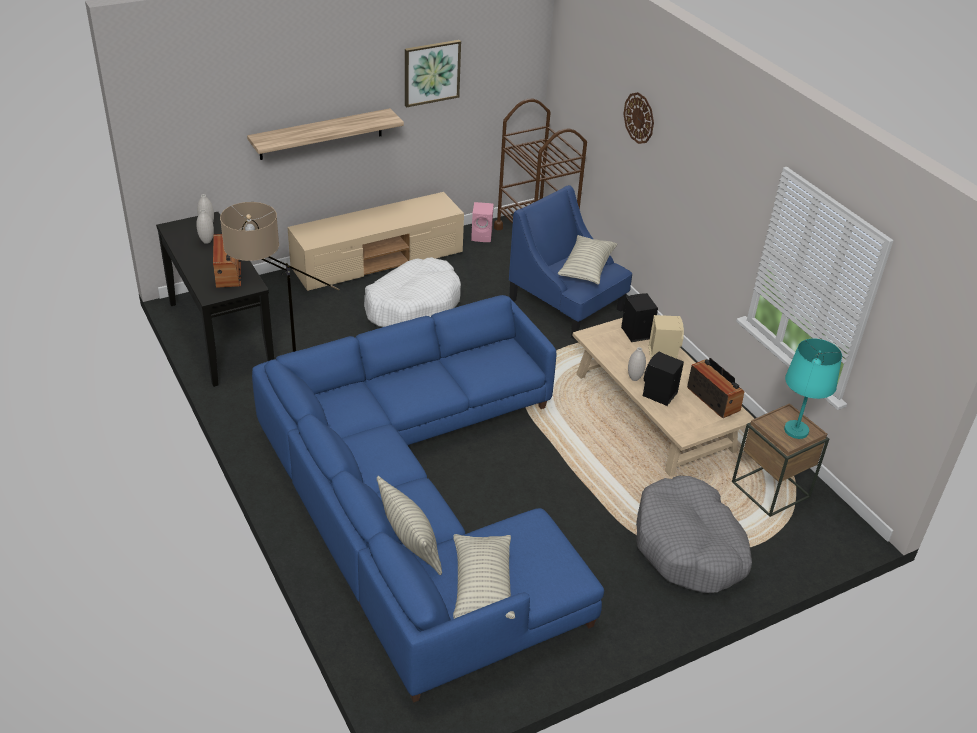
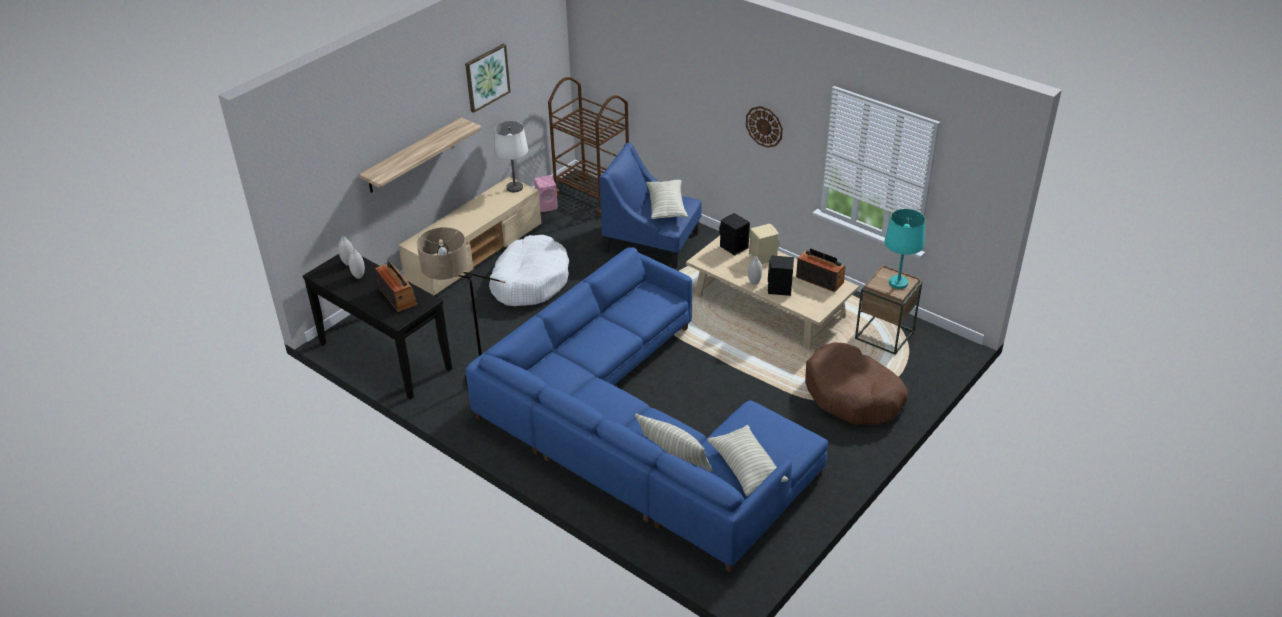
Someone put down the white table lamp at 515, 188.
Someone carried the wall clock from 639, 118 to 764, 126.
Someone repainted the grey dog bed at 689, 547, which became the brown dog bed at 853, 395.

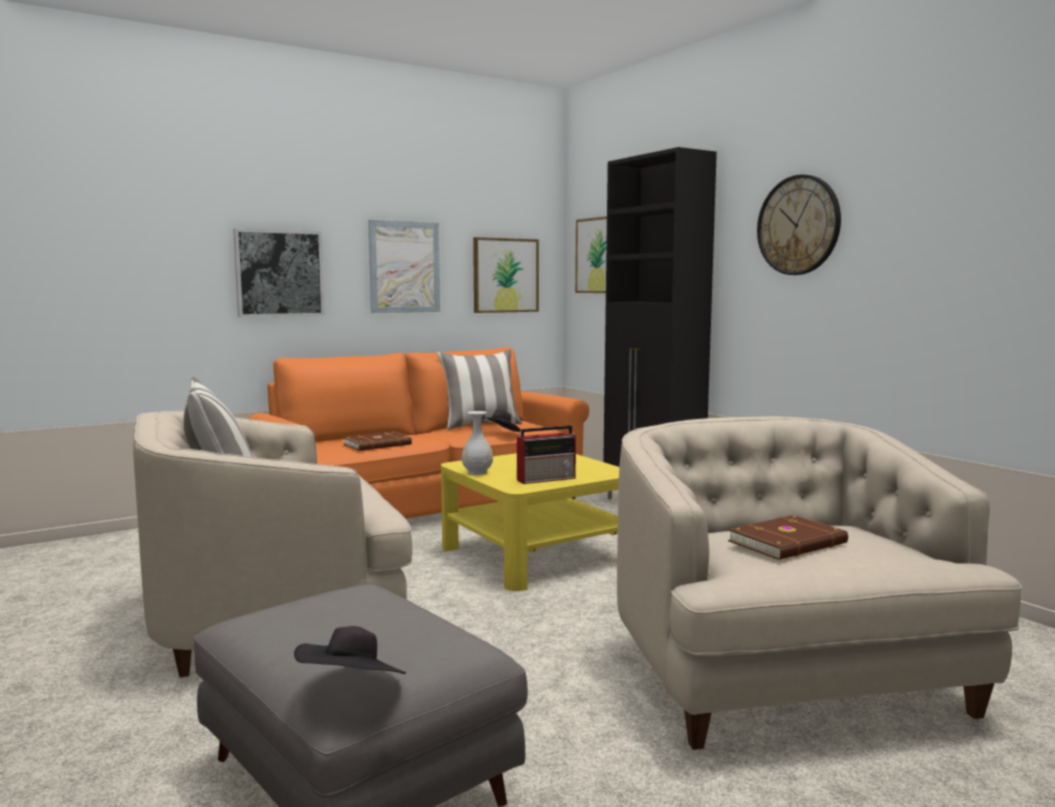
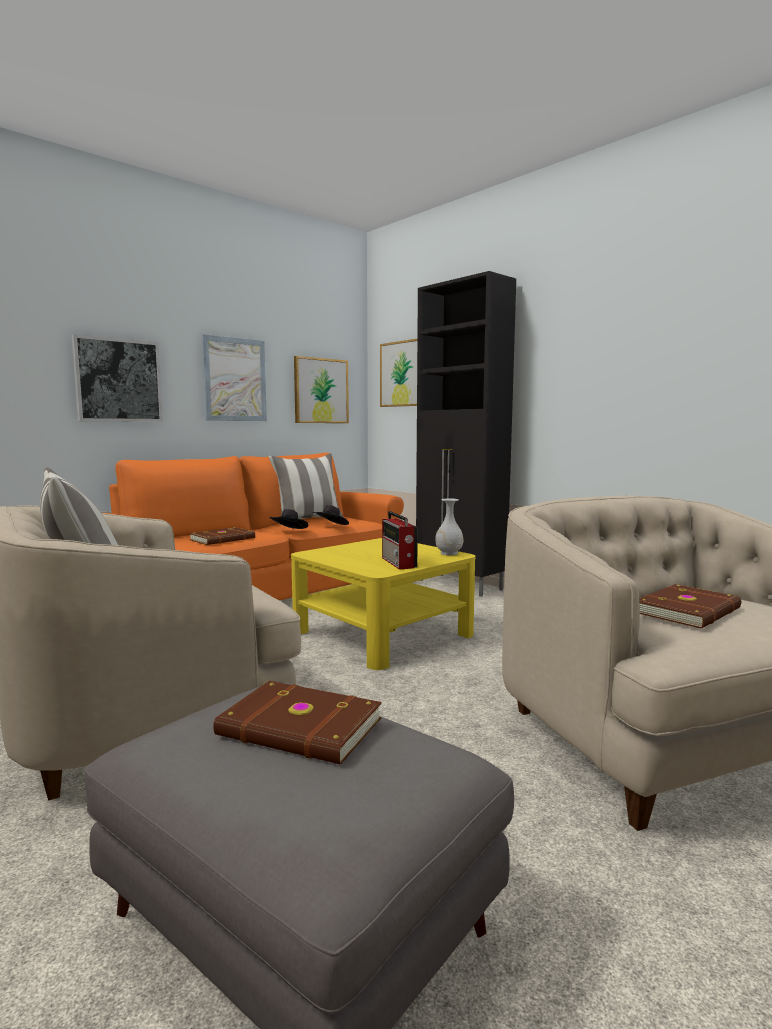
Someone put down the brown book at 299, 729.
Someone carried the black hat from 352, 688 to 289, 531.
Someone rotated the radio at 547, 479 by 105 degrees clockwise.
Someone carried the white vase from 477, 472 to 449, 553.
Someone took away the wall clock at 798, 225.

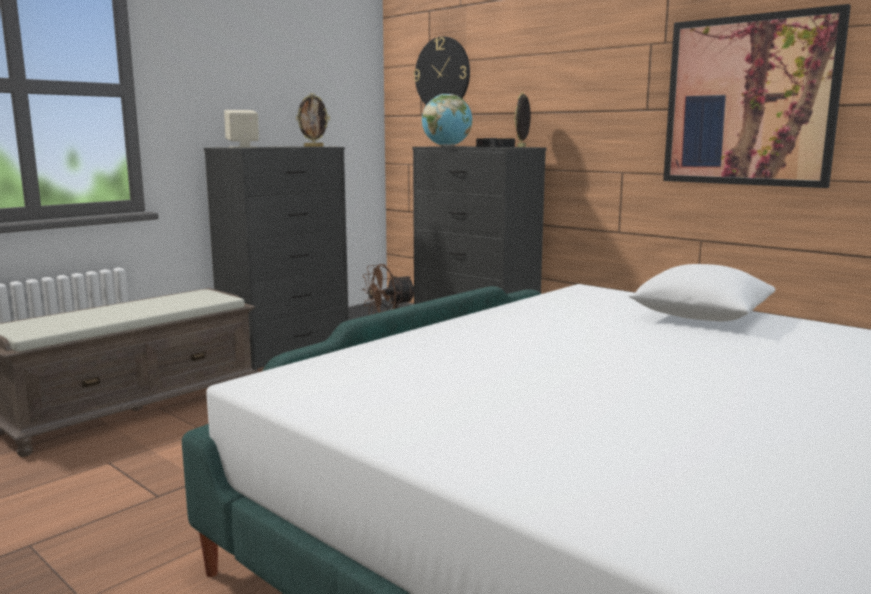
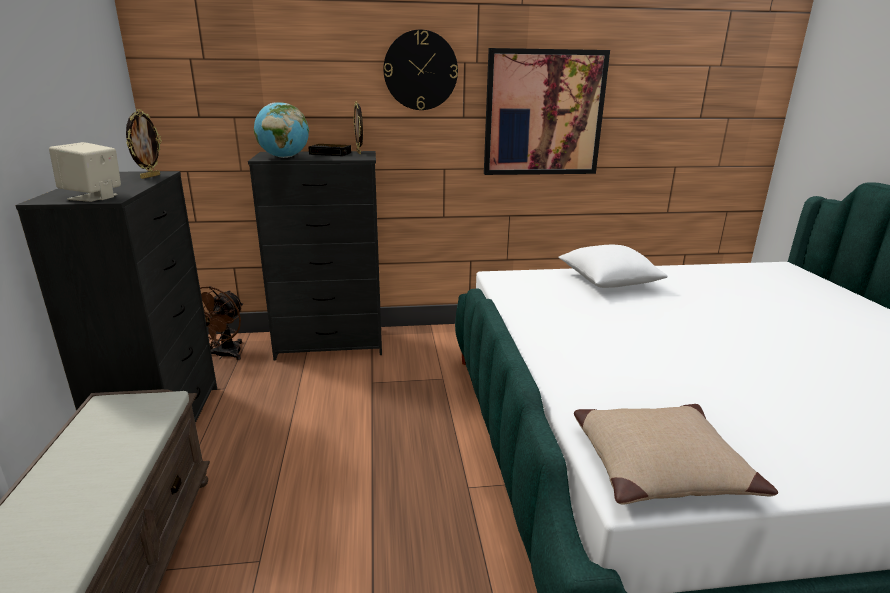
Someone carried the wall clock from 442, 74 to 420, 70.
Someone put down the beige pillow at 659, 466.

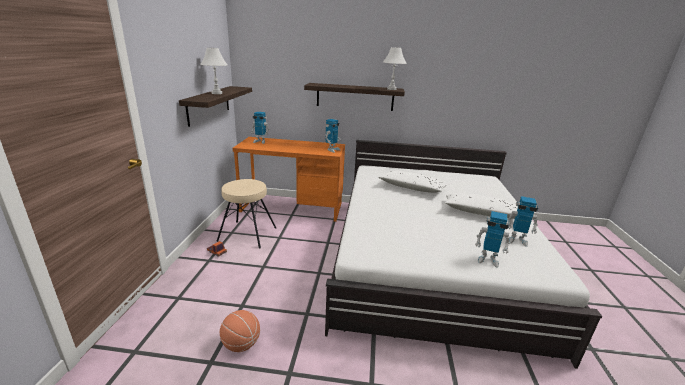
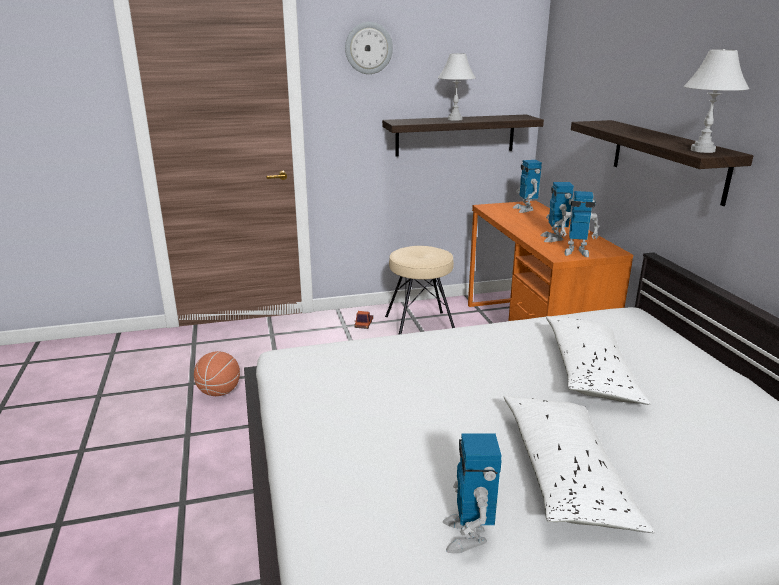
Someone put up the wall clock at 368, 48.
Someone carried the toy robot from 488, 259 to 554, 238.

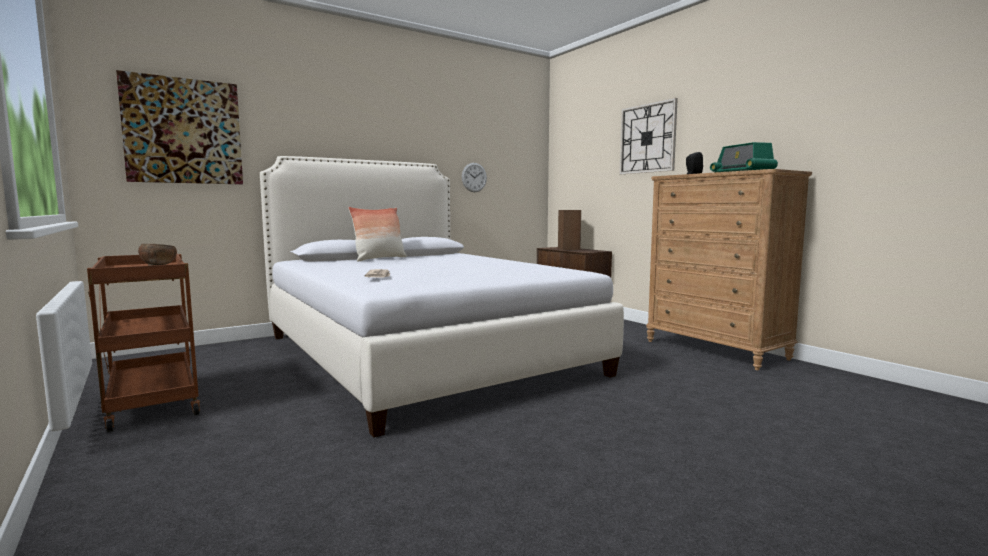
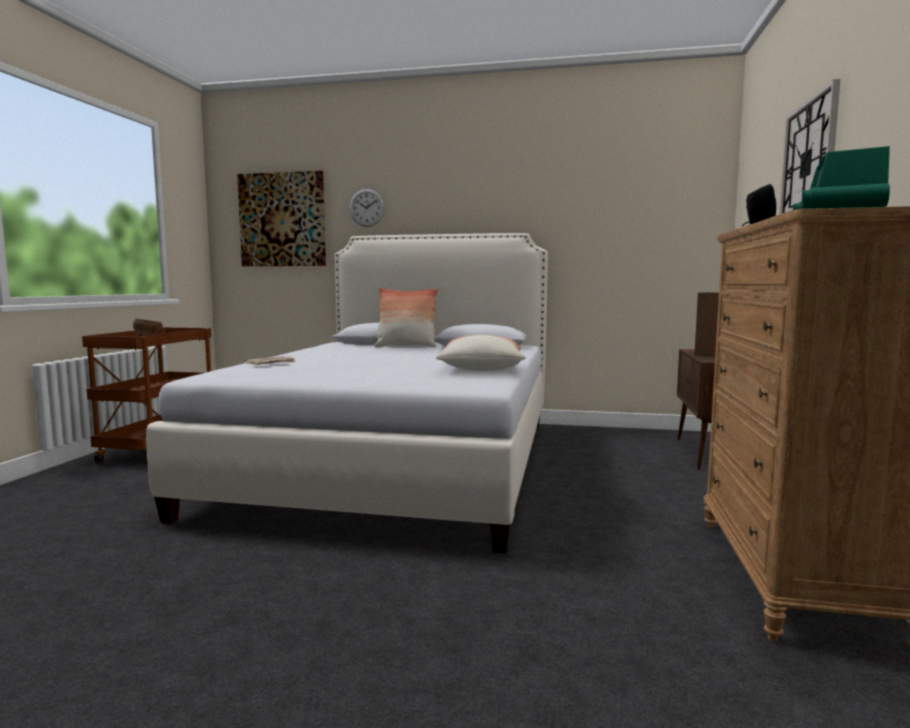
Someone carried the wall clock from 474, 177 to 367, 207.
Someone put down the pillow at 481, 368.

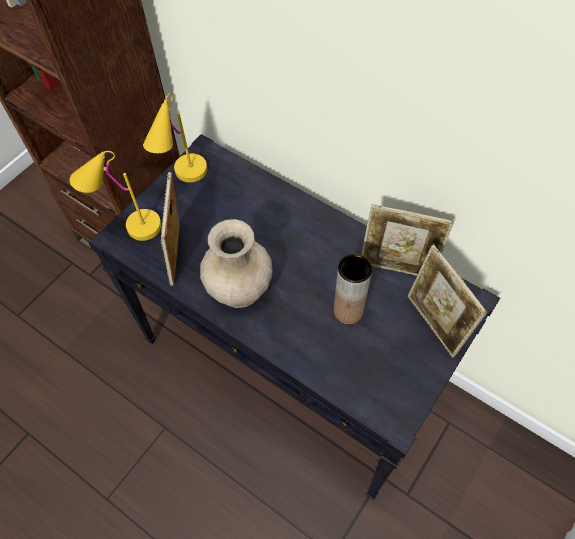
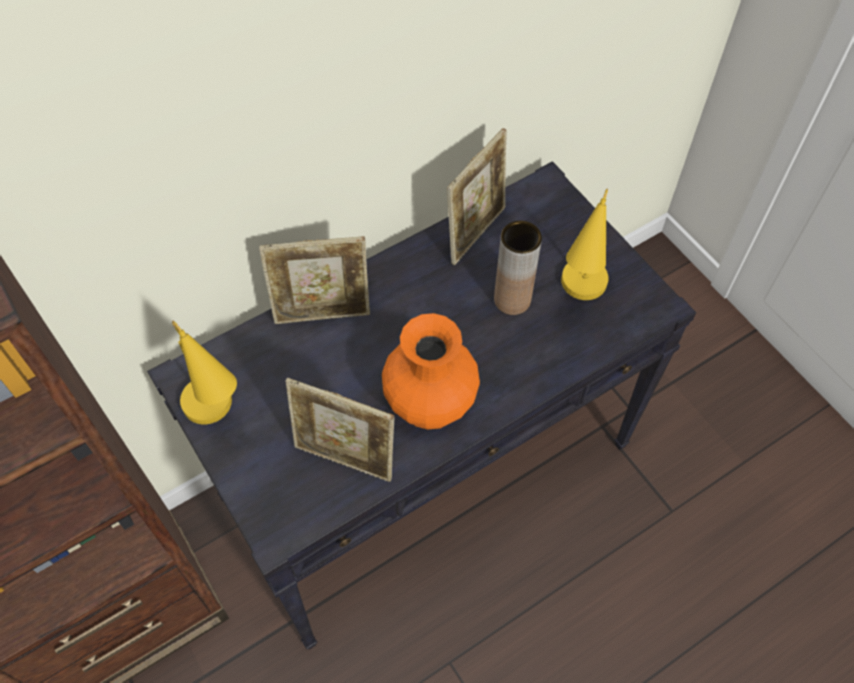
Someone carried the picture frame from 434, 324 to 323, 314.
Someone repainted the beige vase at 240, 288, which became the orange vase at 431, 401.
Someone carried the yellow table lamp from 128, 227 to 578, 298.

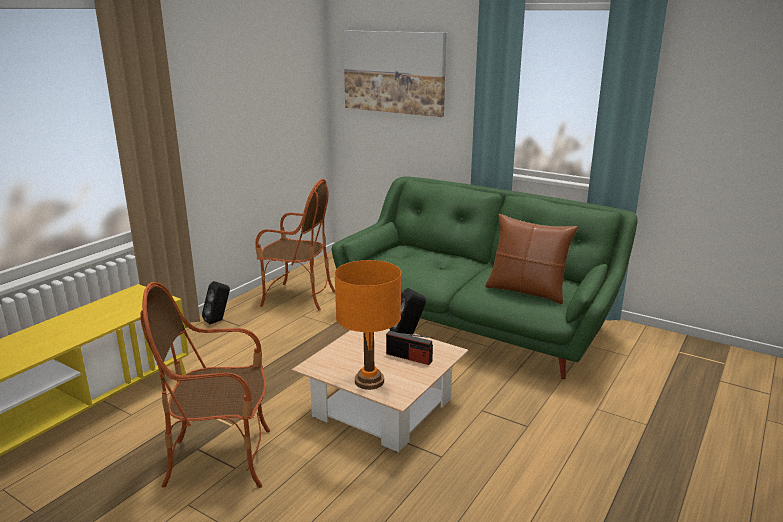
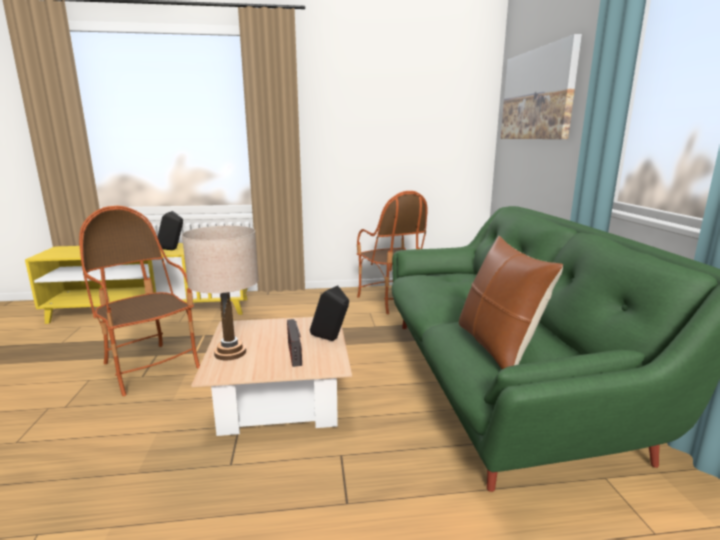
Someone carried the black speaker from 218, 320 to 173, 250.
Someone repainted the orange table lamp at 369, 381, which became the beige table lamp at 230, 353.

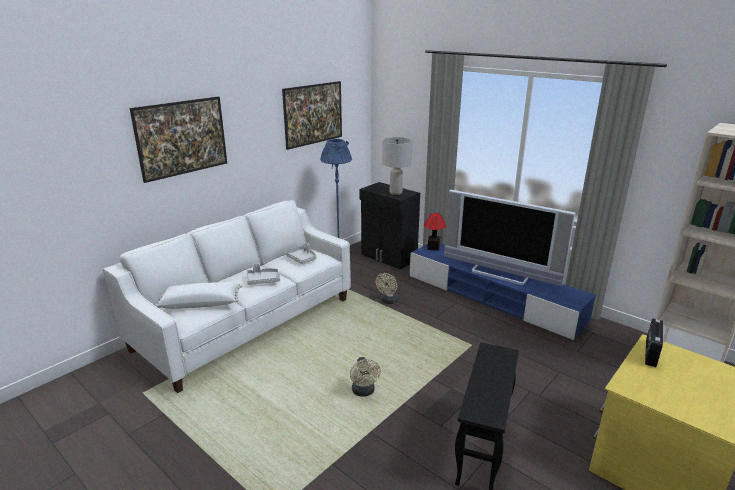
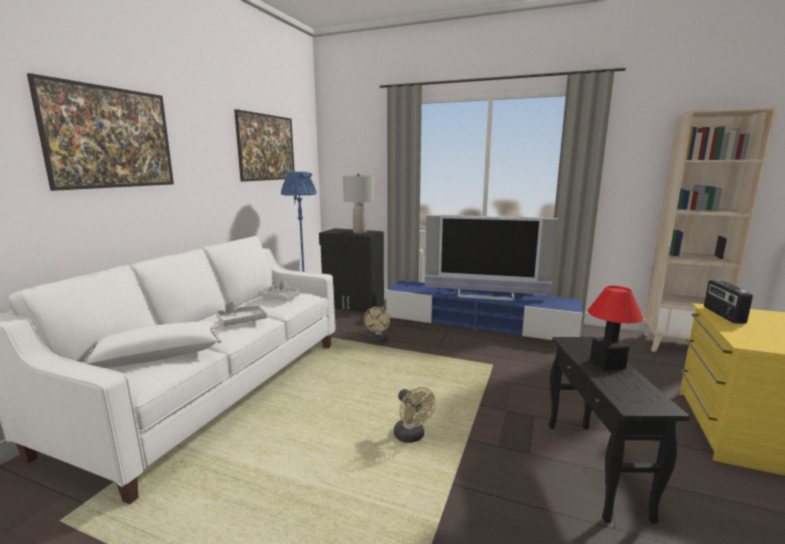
Someone carried the table lamp from 433, 248 to 608, 364.

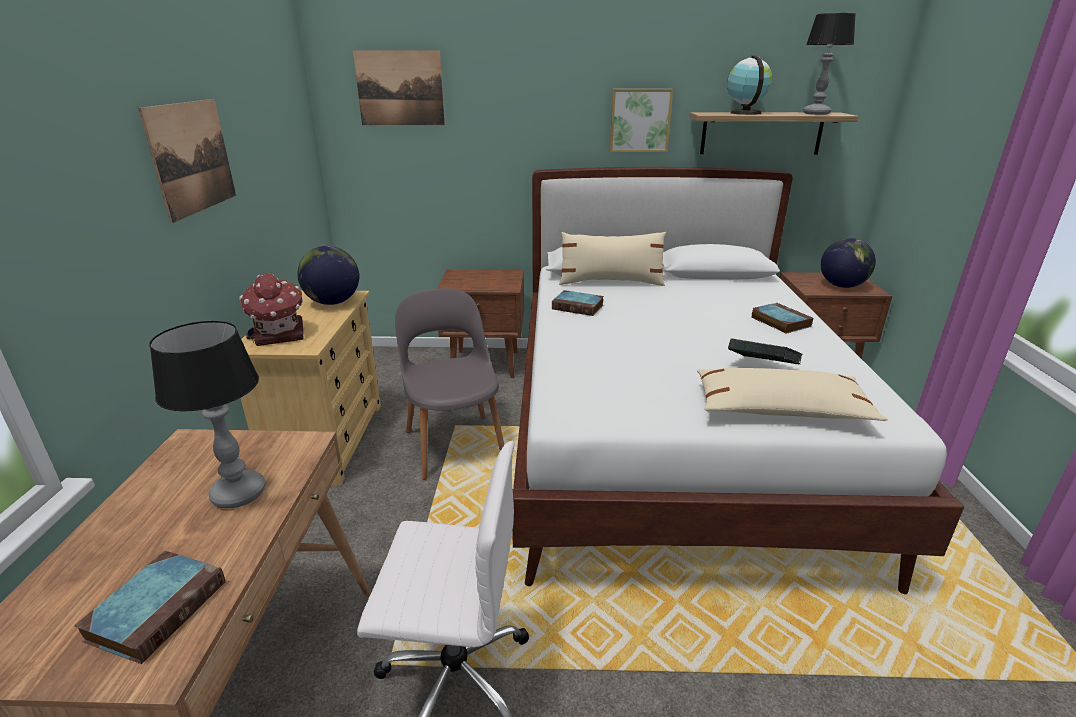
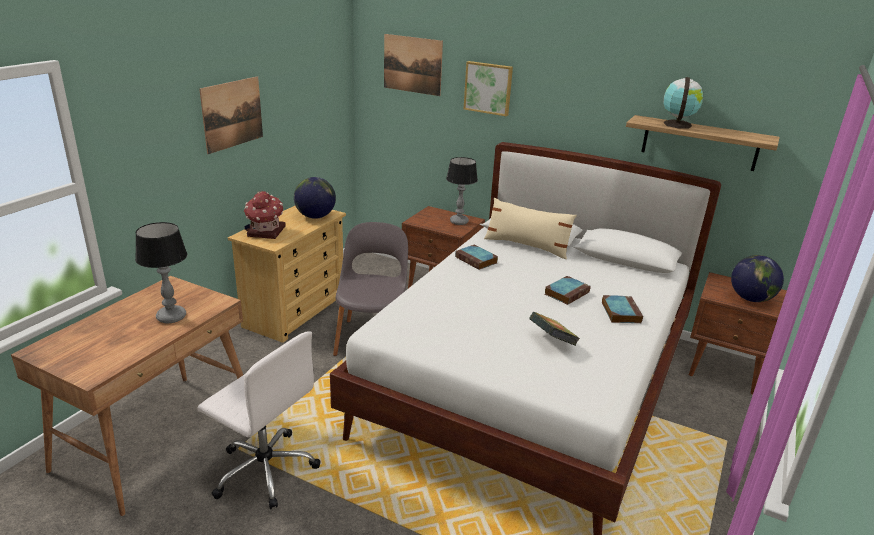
Someone carried the table lamp from 816, 113 to 459, 222.
Someone carried the picture from 640, 120 to 488, 88.
Someone carried the book from 159, 608 to 567, 293.
Someone took away the beige pillow at 780, 409.

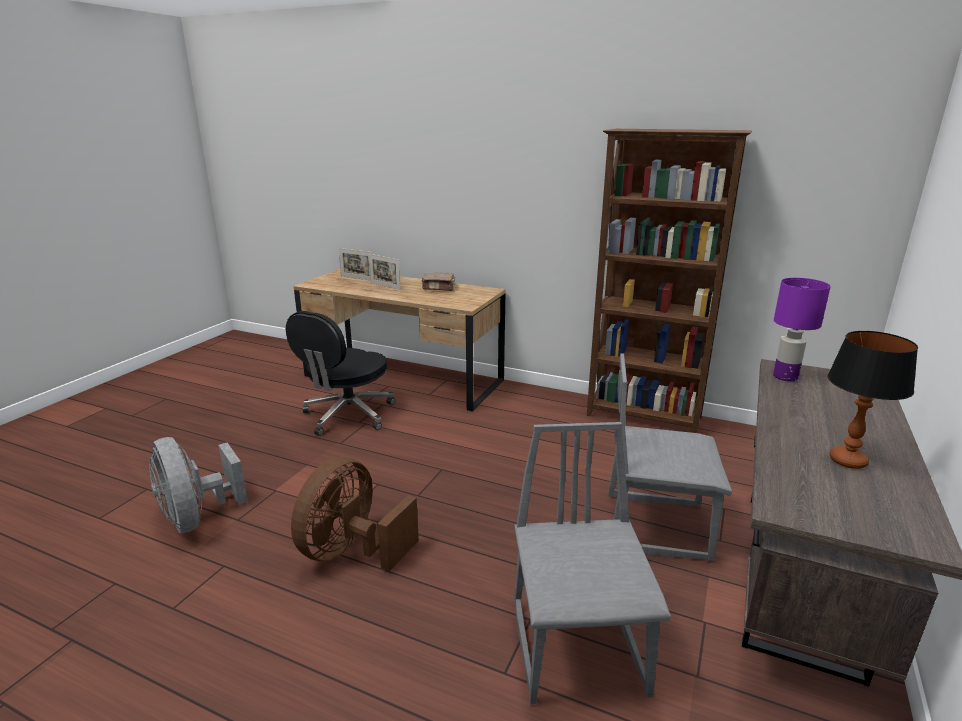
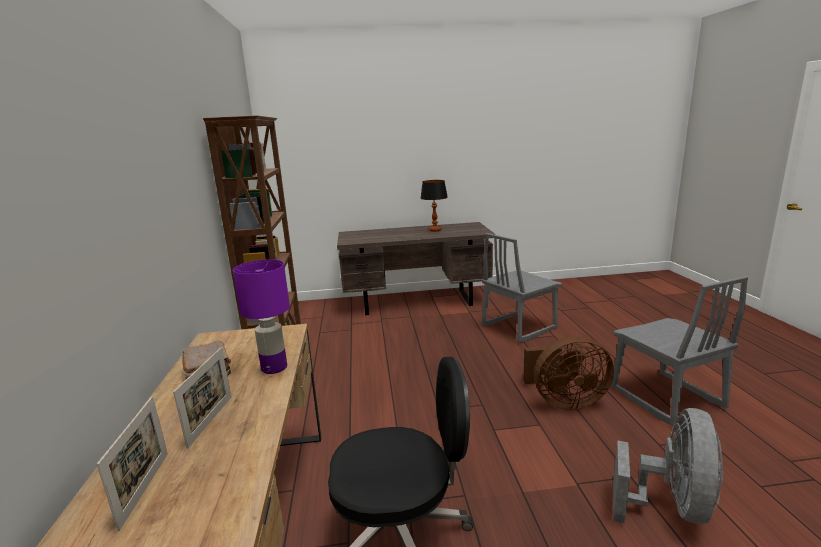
Someone carried the purple table lamp from 784, 377 to 274, 368.
Someone carried the grey chair from 656, 525 to 665, 398.

